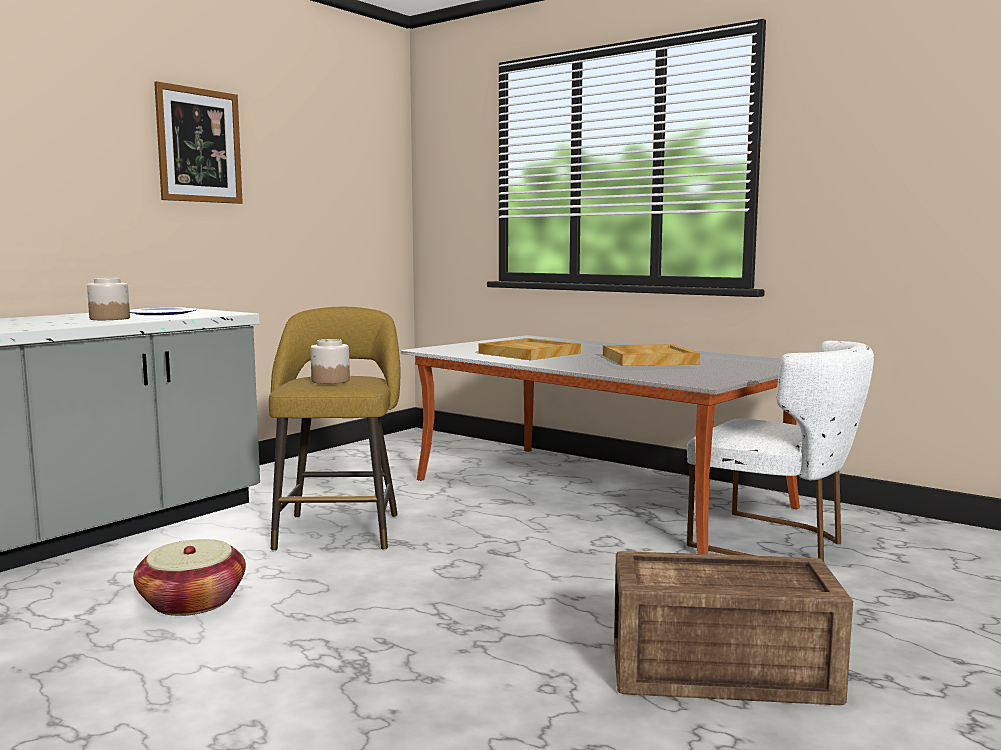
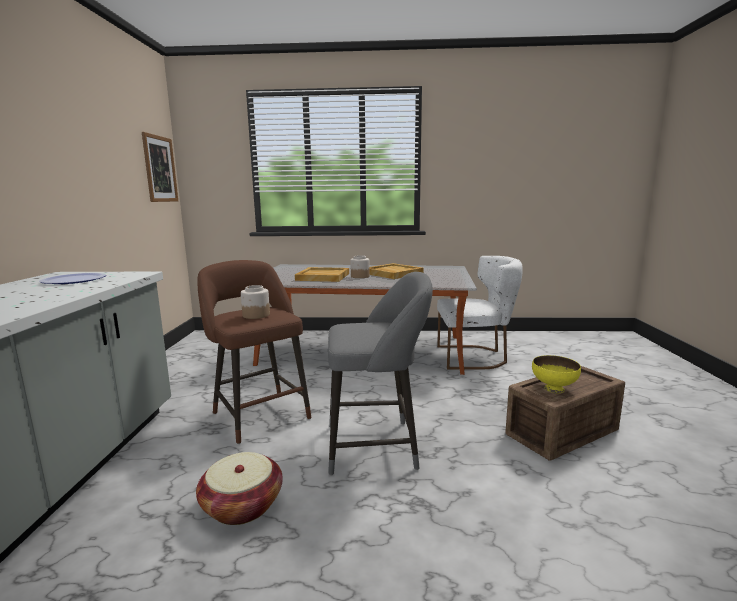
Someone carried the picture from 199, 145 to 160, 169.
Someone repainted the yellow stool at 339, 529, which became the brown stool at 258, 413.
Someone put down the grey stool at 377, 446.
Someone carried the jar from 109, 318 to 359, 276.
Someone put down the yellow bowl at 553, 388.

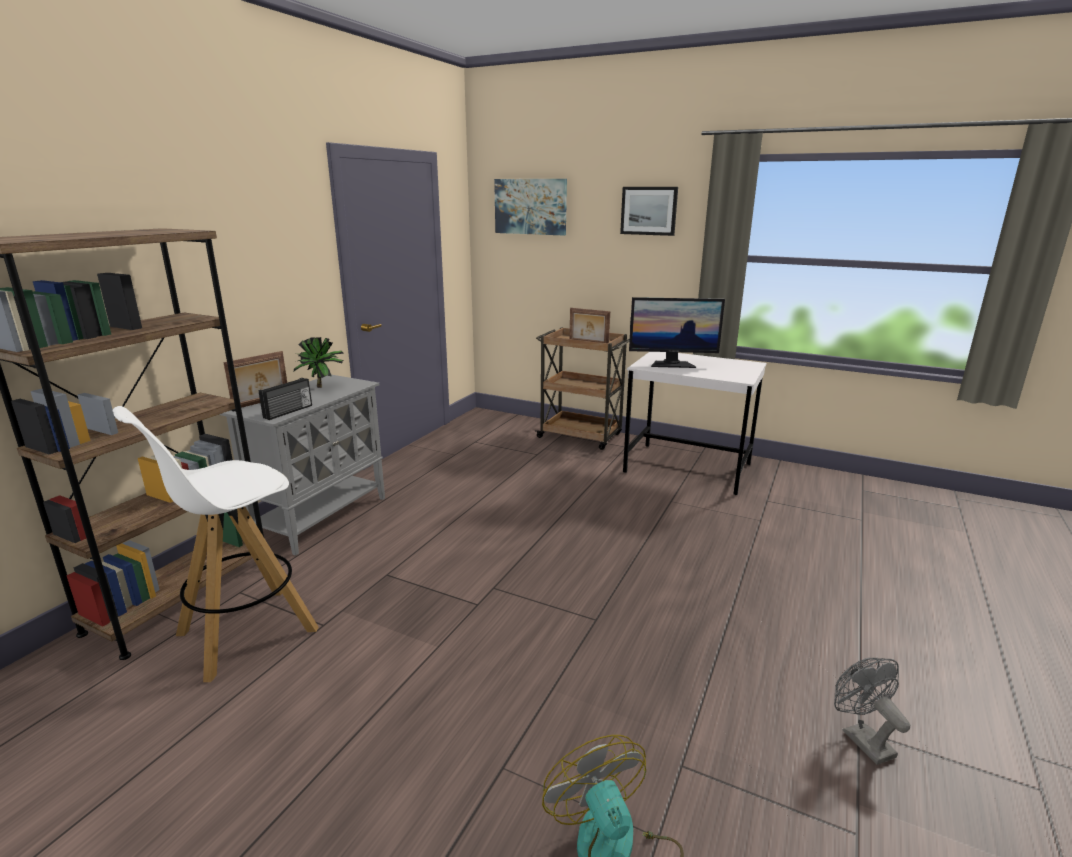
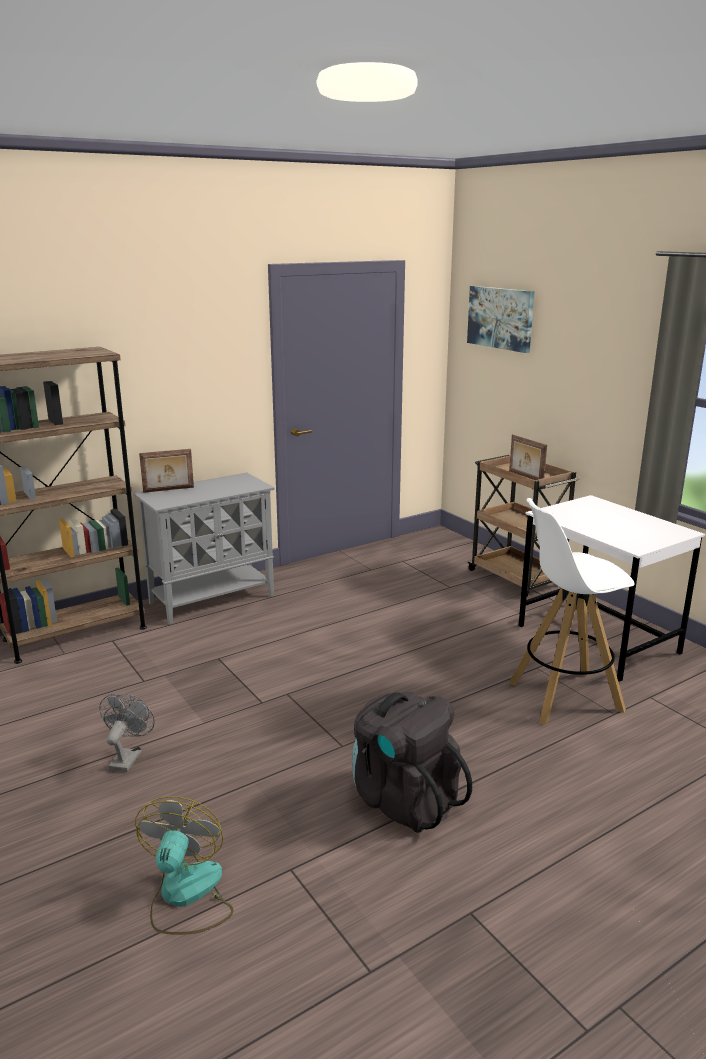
Someone carried the grey fan from 861, 738 to 127, 757.
Someone put down the black backpack at 404, 799.
Someone carried the white stool from 245, 632 to 563, 696.
Someone took away the radio at 289, 412.
Someone took away the potted plant at 323, 387.
Someone took away the picture at 649, 211.
Someone took away the monitor at 672, 364.

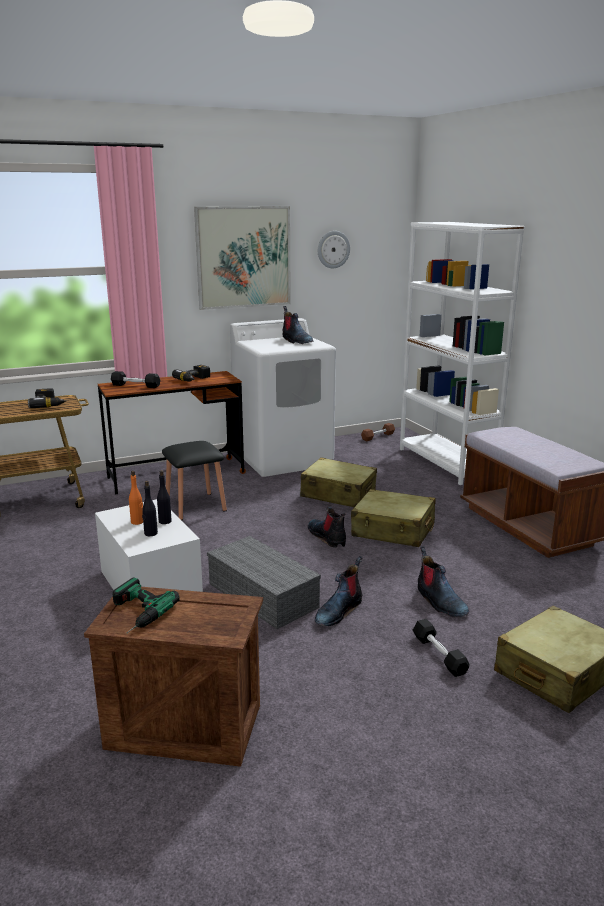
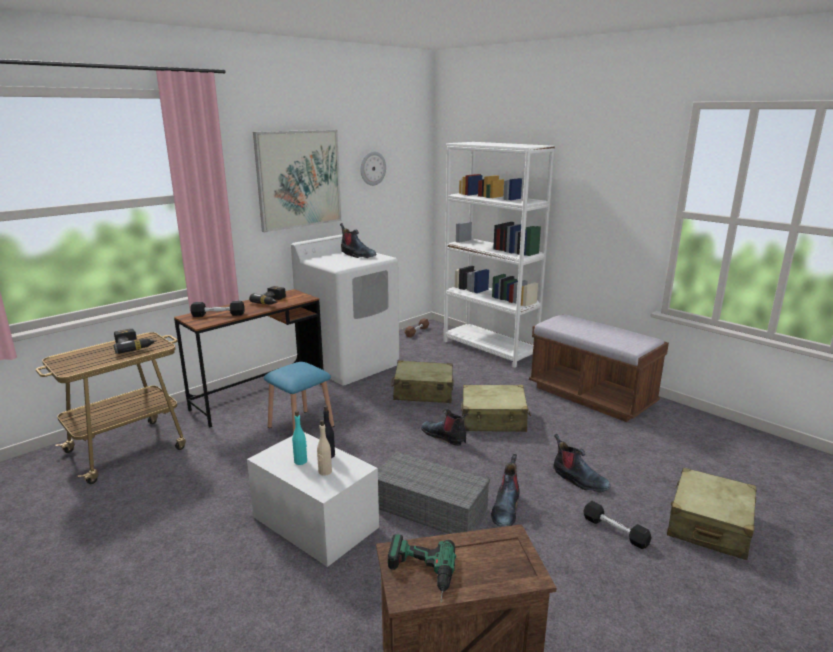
Someone repainted the black stool at 195, 506, which became the blue stool at 301, 426.
Someone repainted the orange bottle at 137, 522, which became the turquoise bottle at 301, 461.
Someone repainted the black bottle at 150, 533, which became the beige bottle at 325, 472.

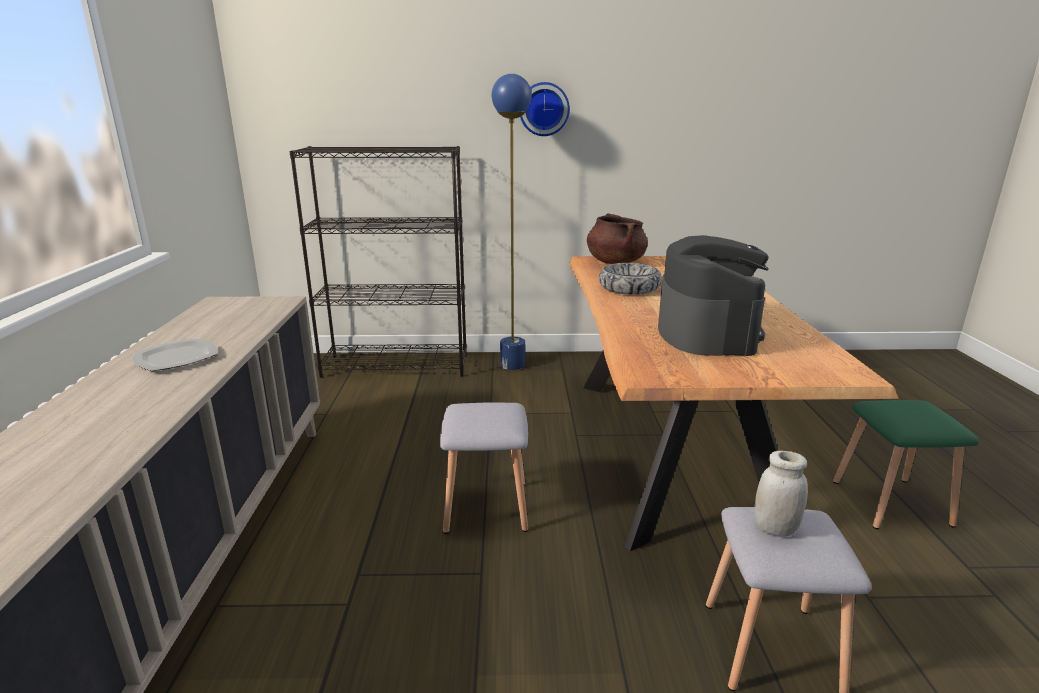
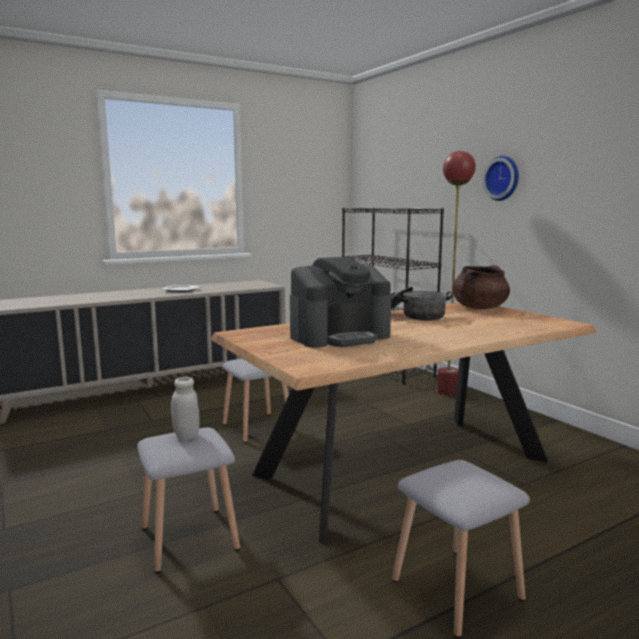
Someone swapped the bowl at 629, 288 for the cooking pot at 413, 316.
Someone repainted the green stool at 892, 504, which became the grey stool at 456, 590.
Someone repainted the blue floor lamp at 512, 365, which became the red floor lamp at 447, 392.

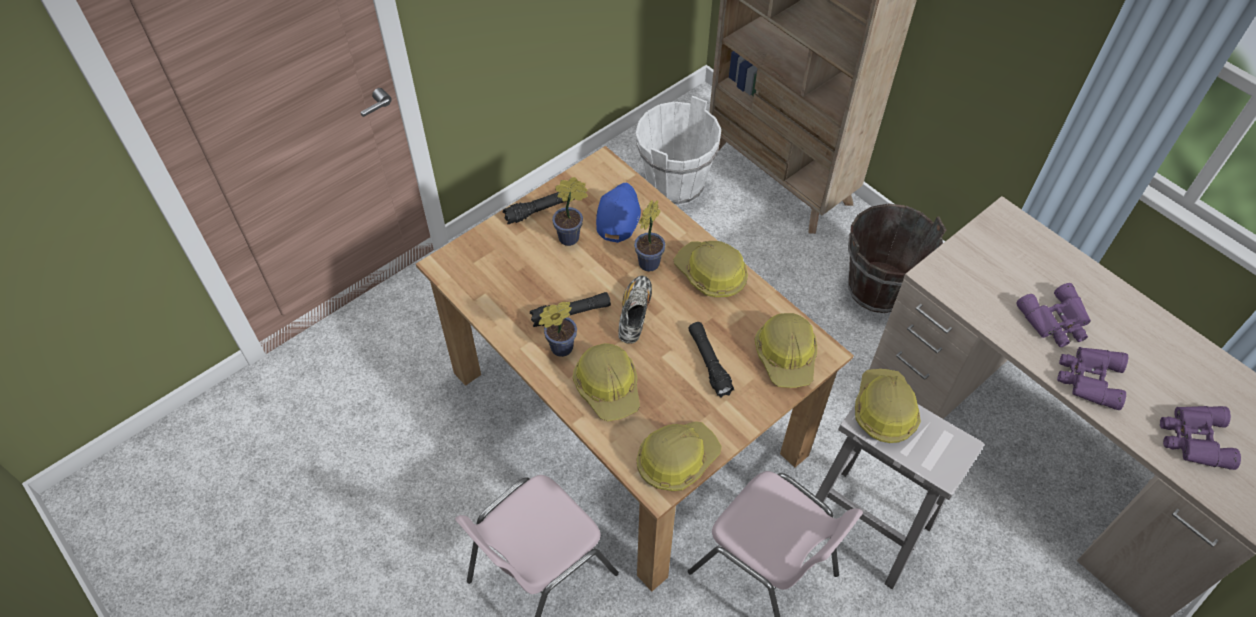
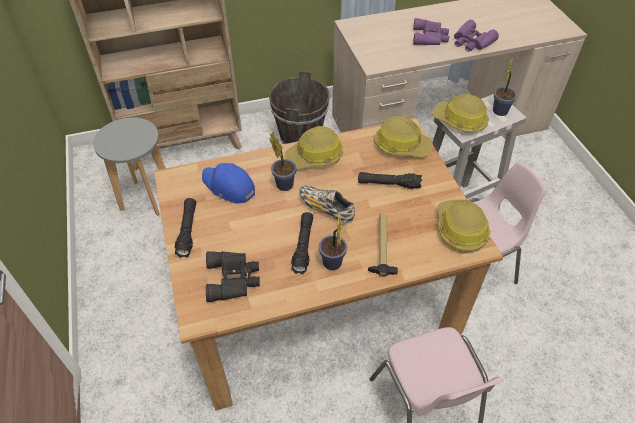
Someone swapped the white bucket at 674, 184 for the grey stool at 146, 198.
Someone put down the black binoculars at 234, 278.
Someone swapped the hard hat at 608, 387 for the hammer at 382, 246.
Someone carried the potted plant from 572, 238 to 500, 110.
Someone took away the purple binoculars at 1192, 439.

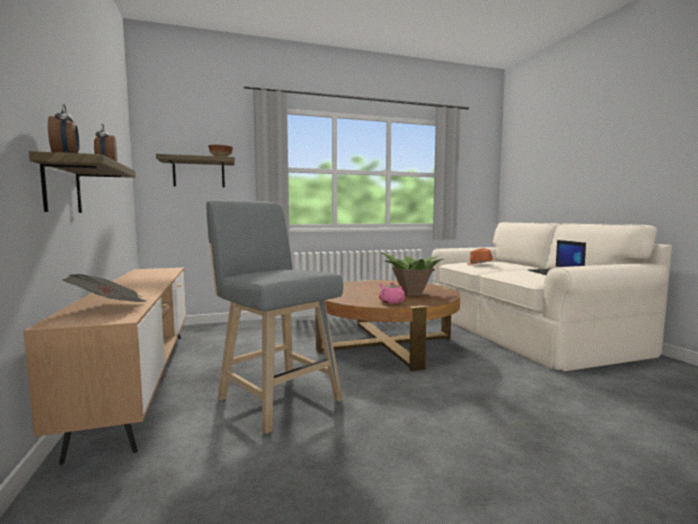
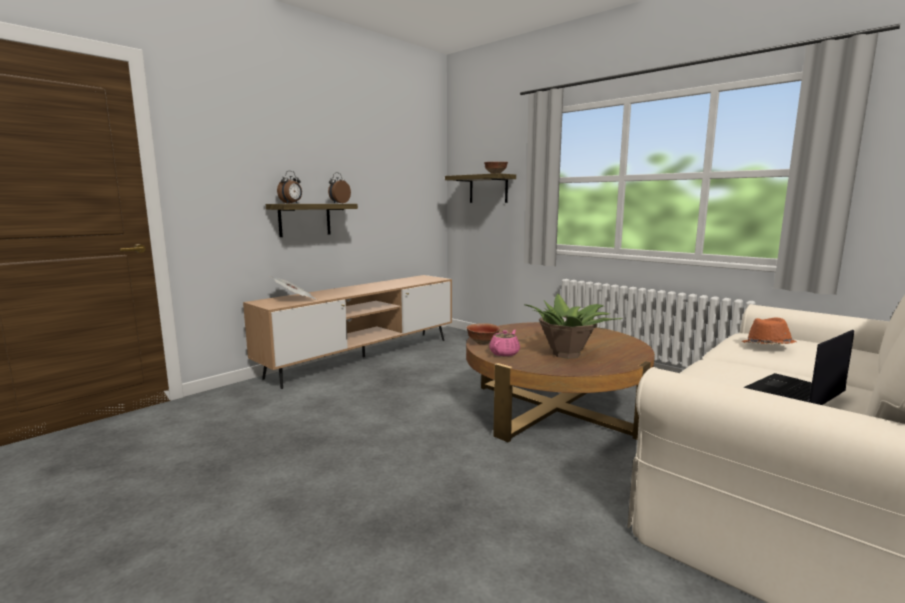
Someone put down the bowl at 483, 343.
Someone took away the grey stool at 276, 397.

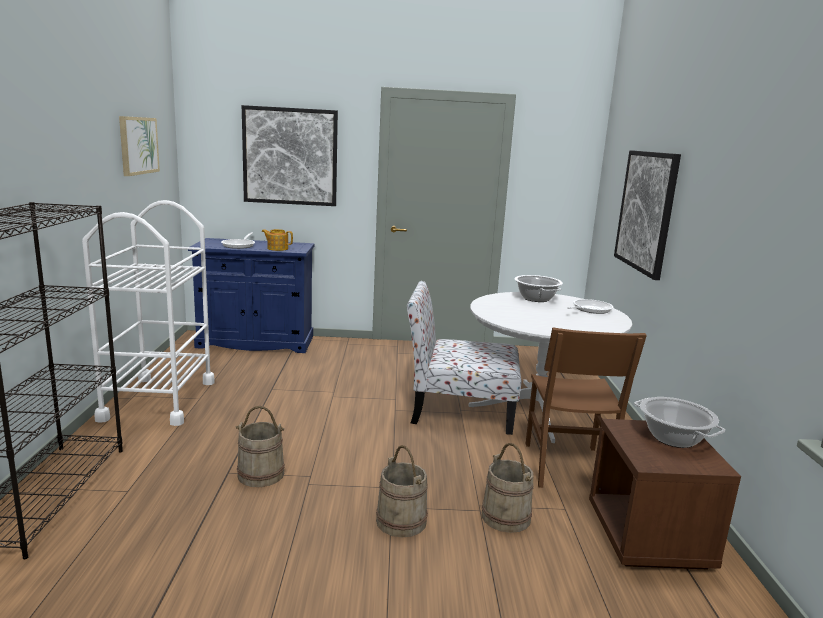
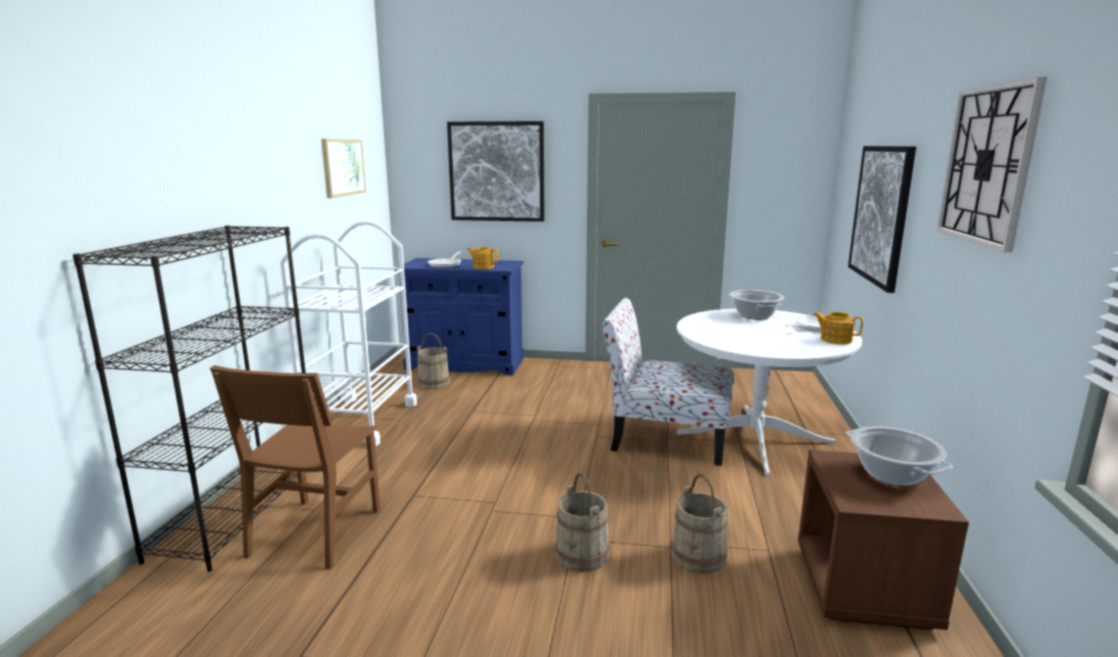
Someone carried the brown chair from 567, 466 to 315, 532.
Someone carried the beige bucket from 260, 474 to 433, 383.
Someone put down the teapot at 835, 339.
Someone put up the wall clock at 987, 165.

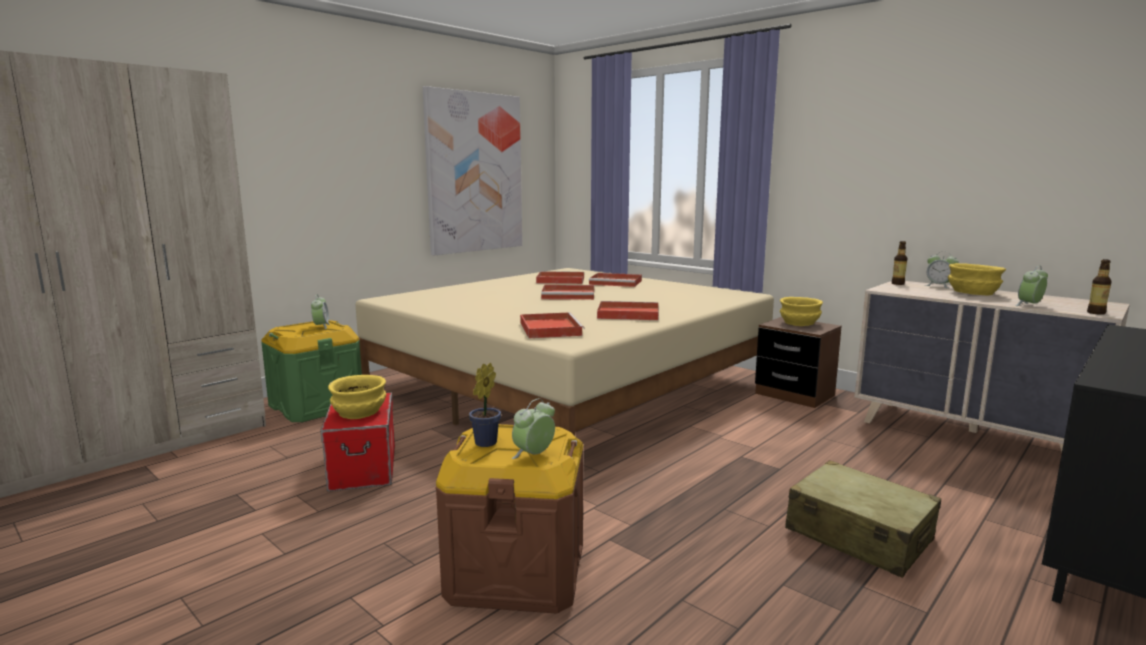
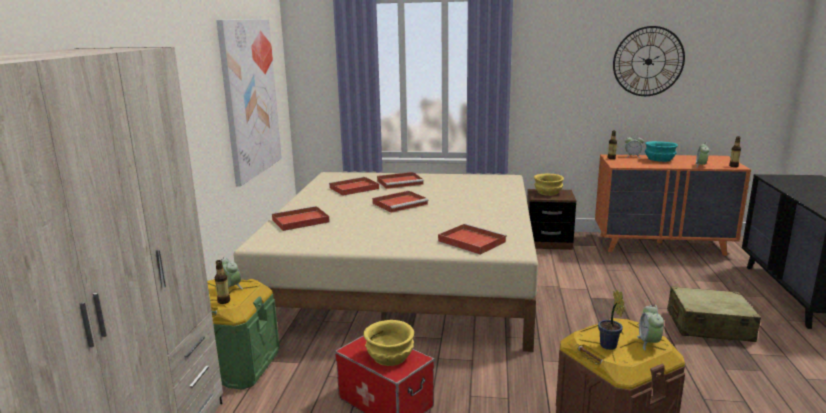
Someone put down the bottle at 224, 301.
Someone carried the red tray from 627, 314 to 299, 221.
Someone repainted the beige dresser at 971, 434, which became the orange dresser at 661, 245.
Someone put up the wall clock at 648, 61.
Someone repainted the yellow bowl at 972, 293, which became the turquoise bowl at 659, 160.

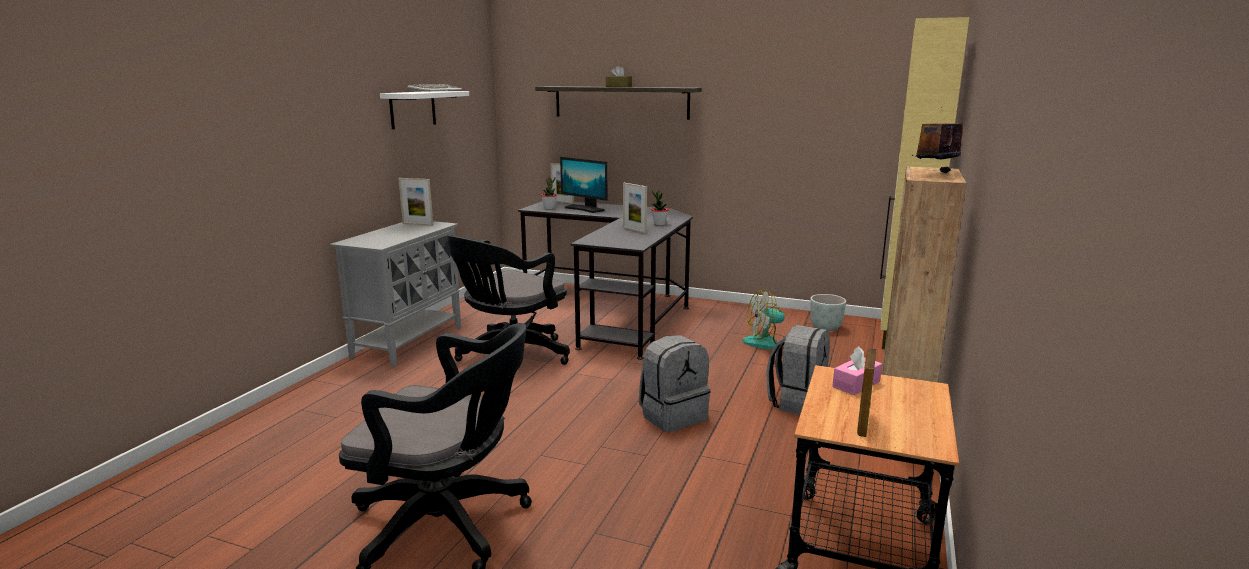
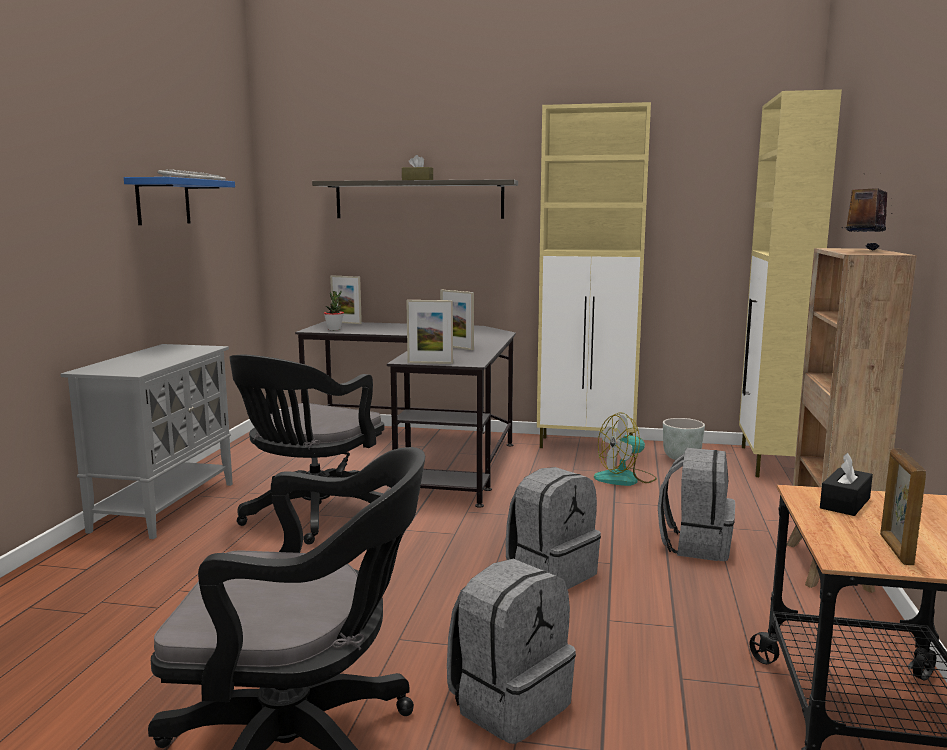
Someone repainted the white shelf at 412, 109, which became the blue shelf at 163, 202.
Someone carried the picture frame from 417, 224 to 430, 363.
Someone put down the grey backpack at 509, 703.
Someone put down the beige cabinet at 587, 445.
Someone repainted the pink tissue box at 856, 384, which became the black tissue box at 845, 503.
Someone took away the monitor at 585, 209.
Someone took away the potted plant at 659, 224.

